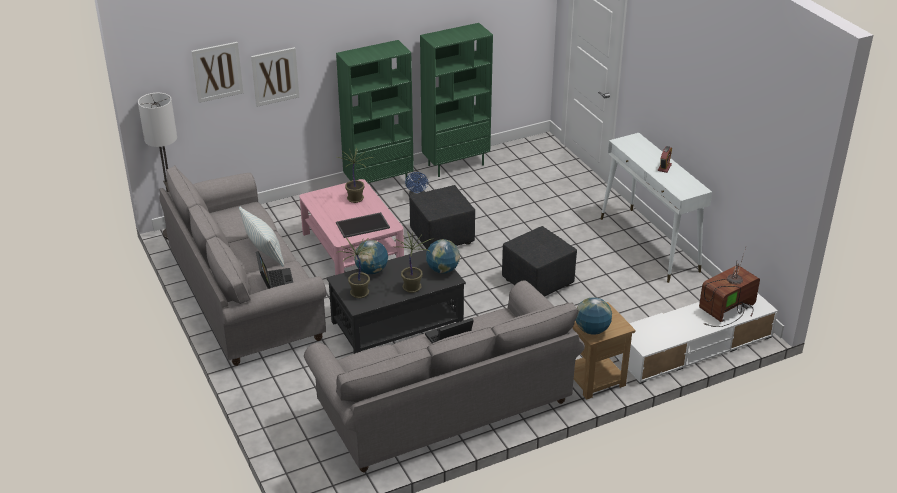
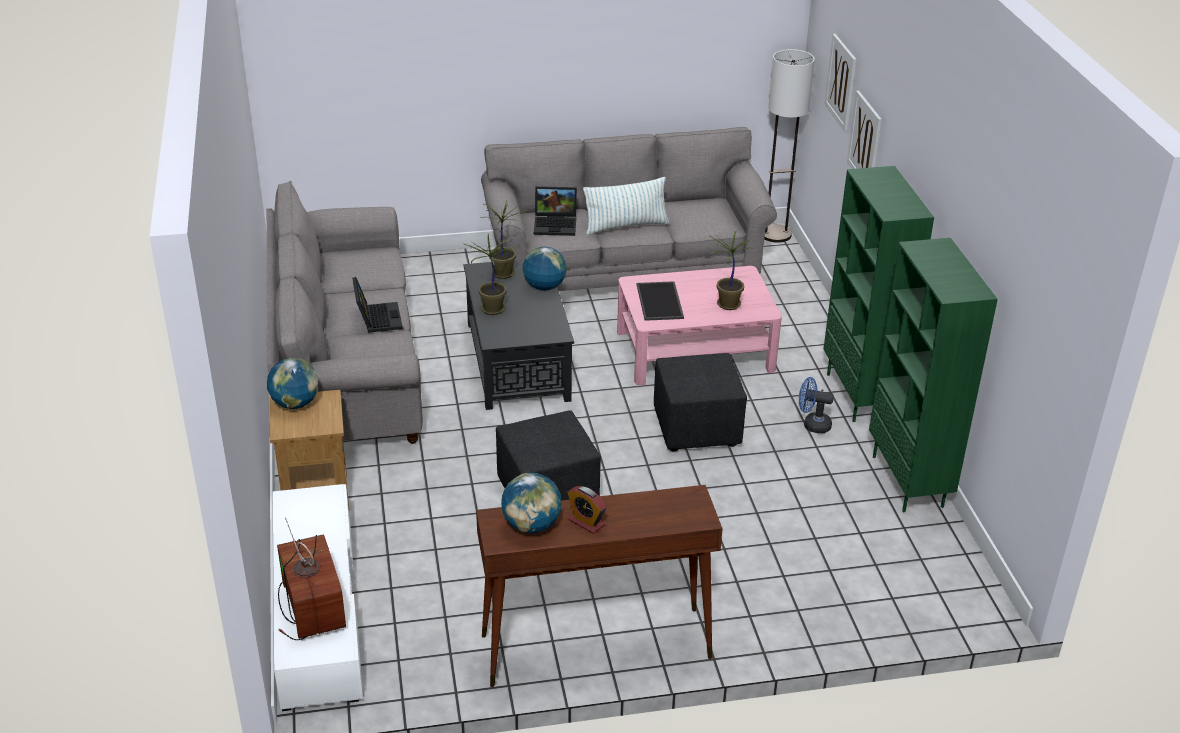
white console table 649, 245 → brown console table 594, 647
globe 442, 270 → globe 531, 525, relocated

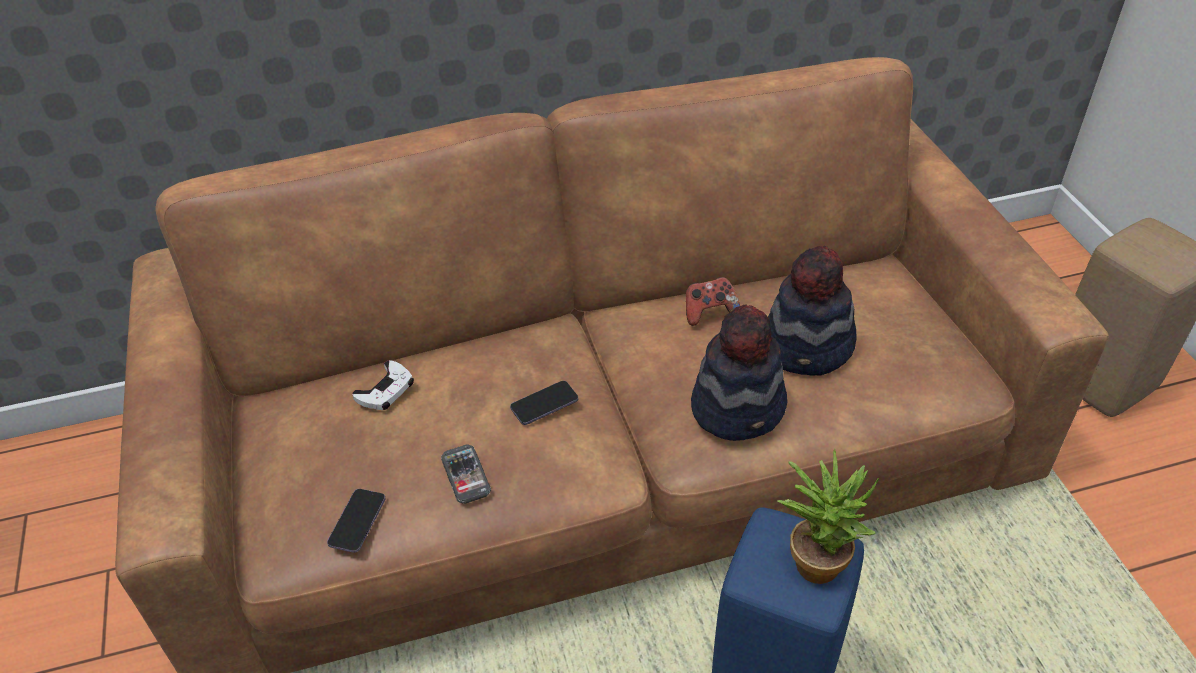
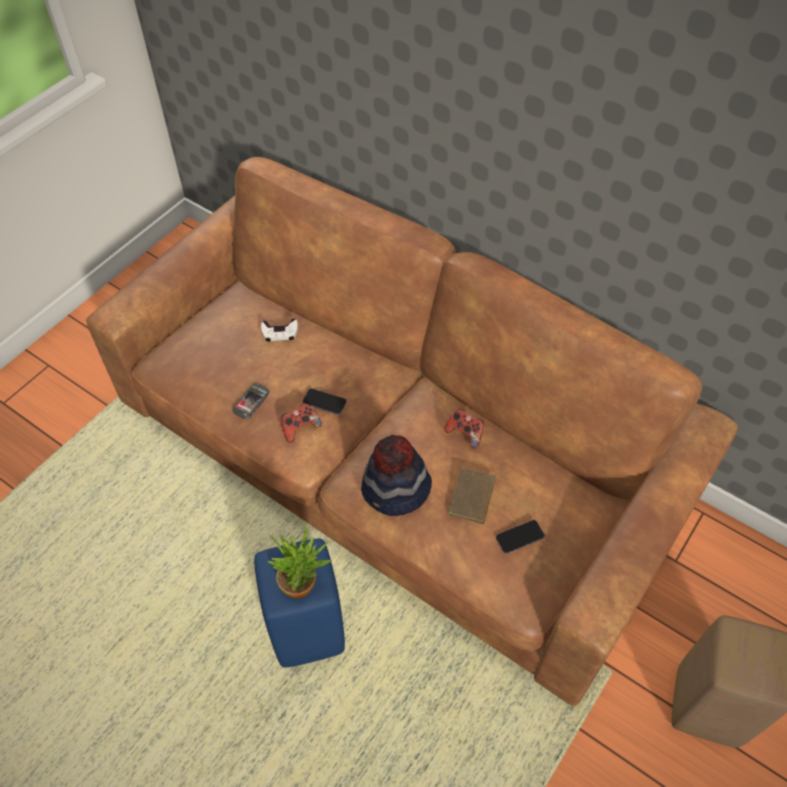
- → game controller 300, 428
hat 808, 347 → brown book 474, 497
phone 357, 521 → phone 519, 537, relocated

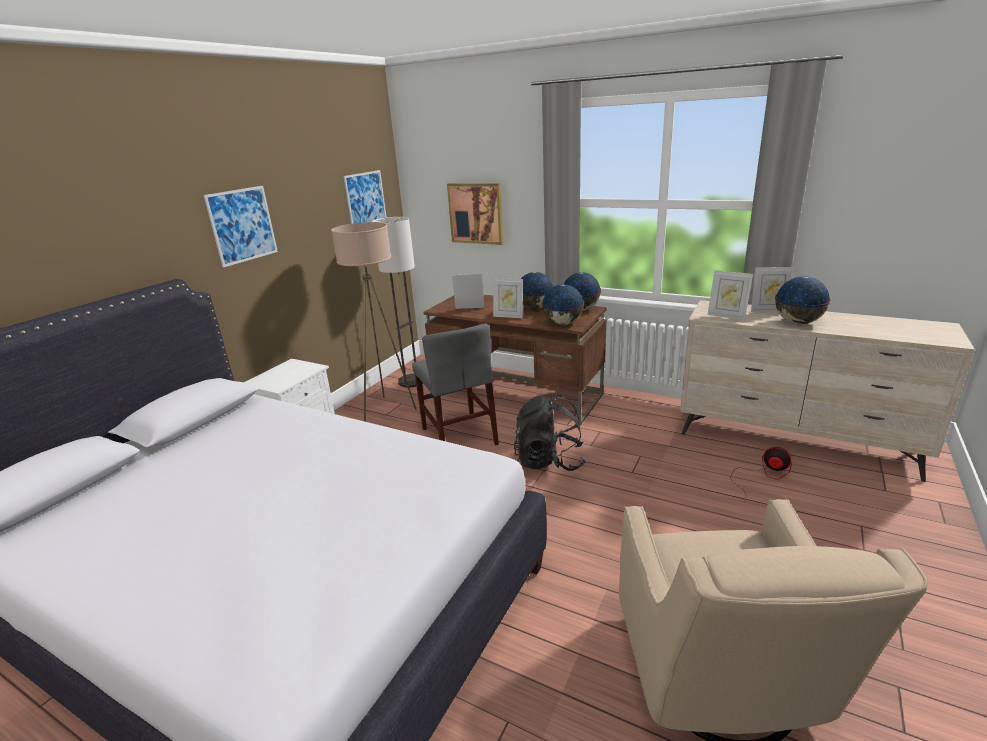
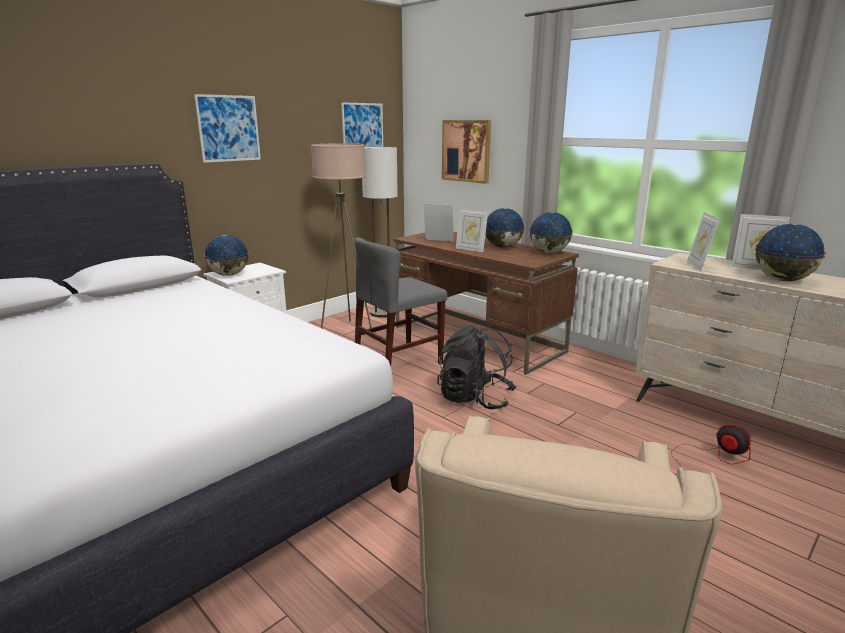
globe 562, 323 → globe 229, 275, relocated
grey chair 459, 436 → grey chair 398, 363, 60 degrees clockwise
picture frame 726, 316 → picture frame 698, 266, 45 degrees clockwise

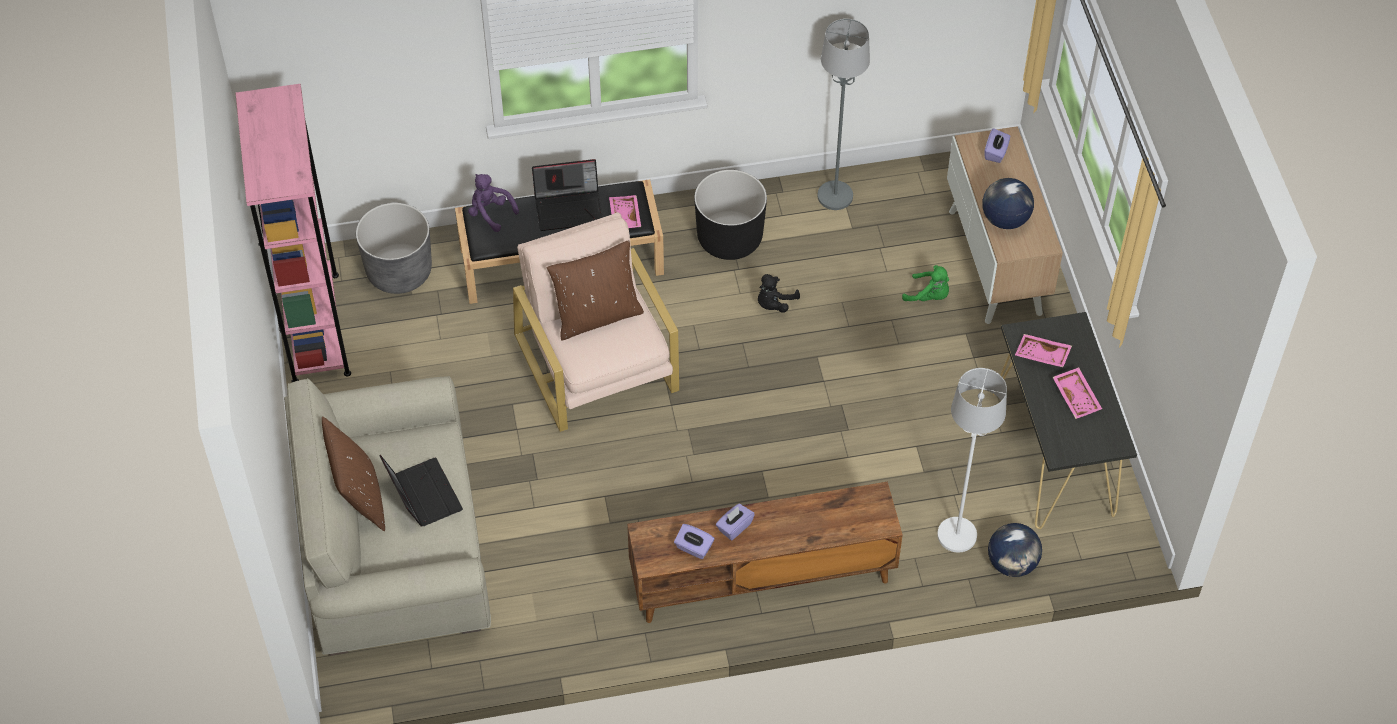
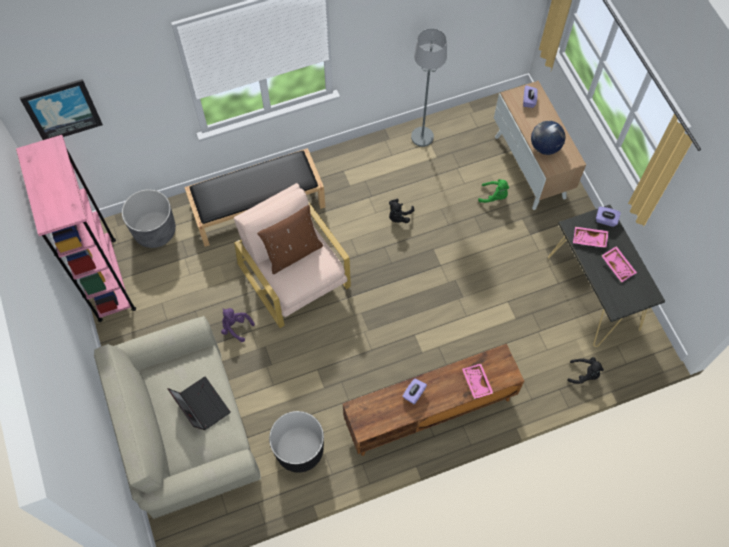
- → picture 62, 110
purple plush toy 490, 213 → purple plush toy 235, 327, relocated
black planter 729, 238 → black planter 299, 450, relocated
pink tray 624, 216 → pink tray 476, 383, relocated
globe 1012, 564 → black plush toy 584, 374
purple tissue box 693, 548 → purple tissue box 605, 220, relocated
brown pillow 359, 497 → -
laptop 569, 207 → -
white floor lamp 956, 535 → -

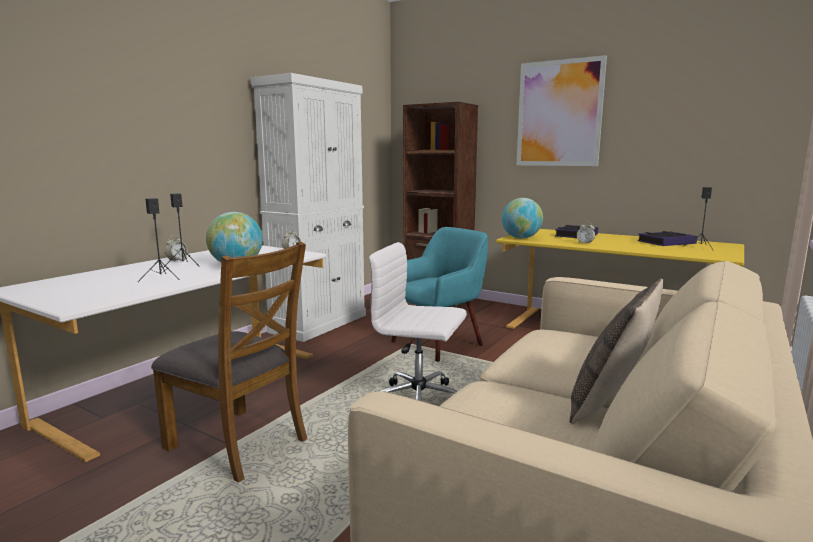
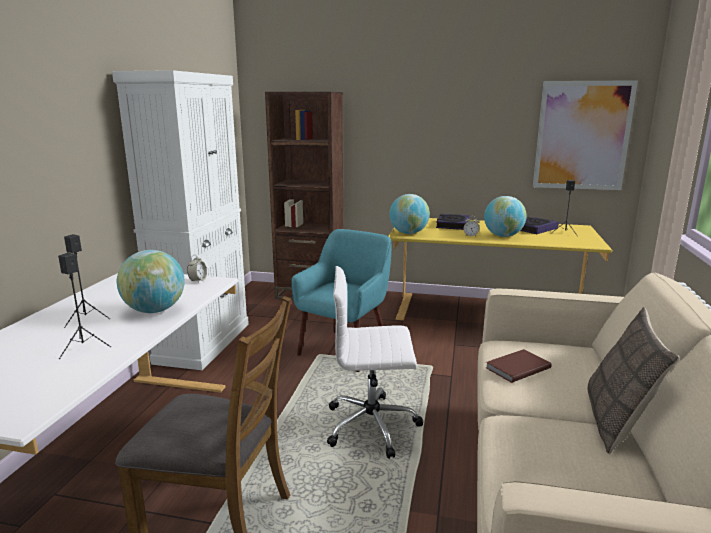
- → globe 503, 236
- → brown book 516, 367
picture 559, 113 → picture 582, 136, relocated
alarm clock 177, 260 → -

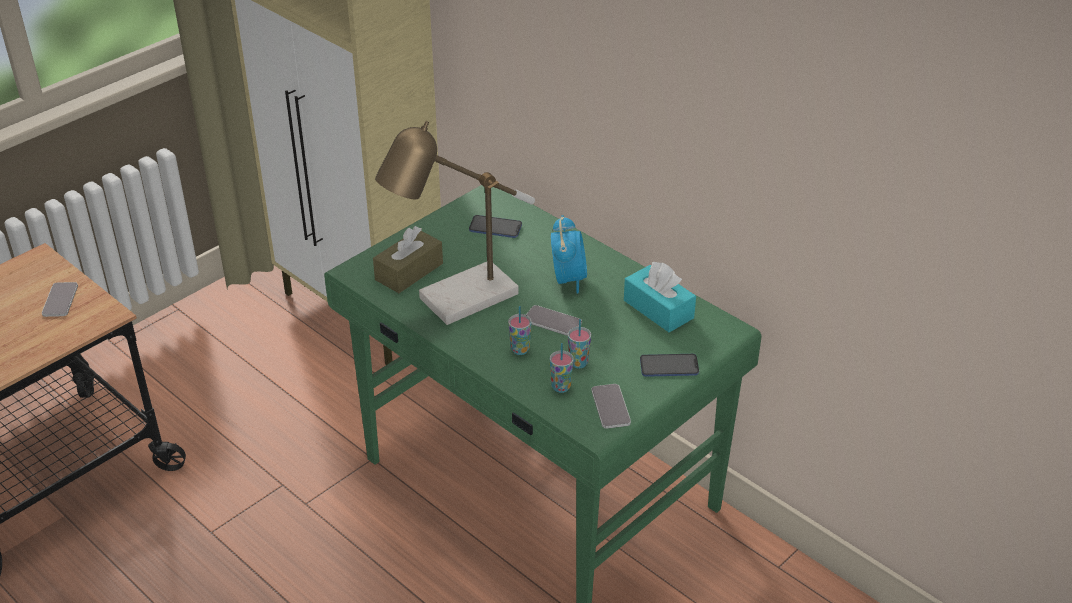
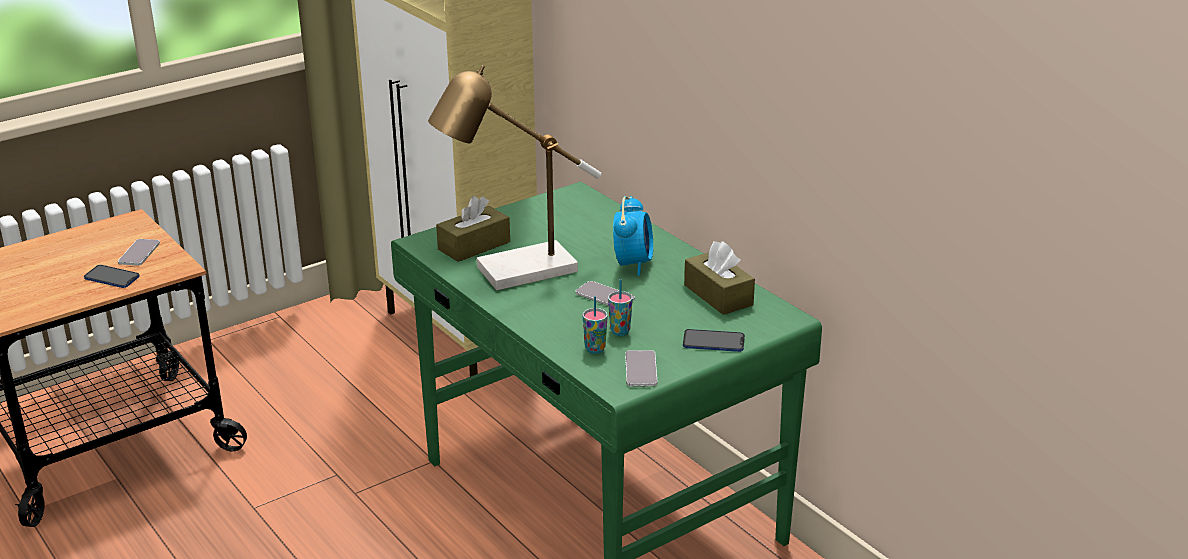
phone 495, 228 → phone 112, 278, relocated
turquoise tissue box 658, 309 → brown tissue box 718, 295
cup 520, 350 → -

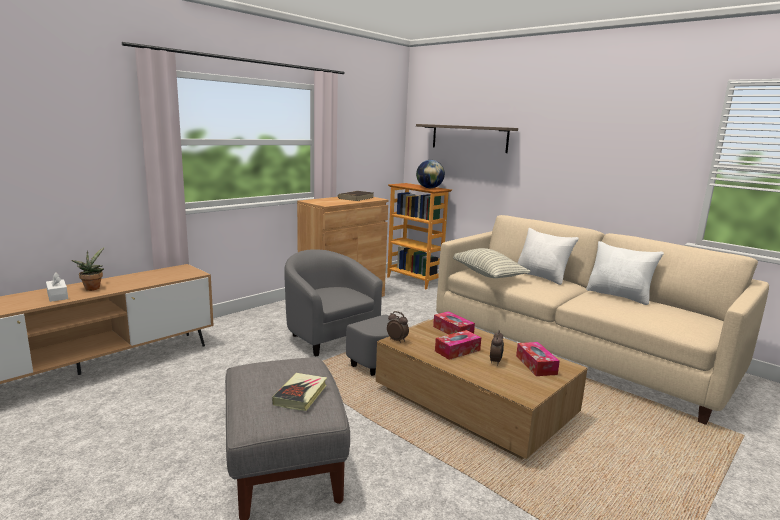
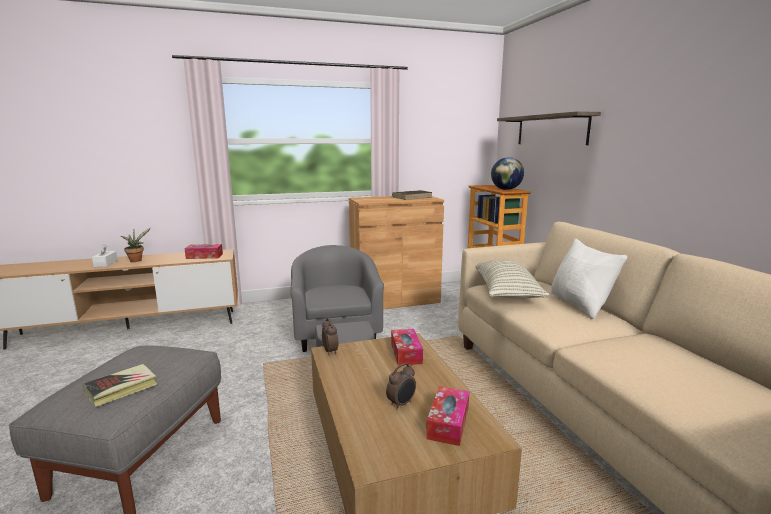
tissue box 457, 350 → tissue box 204, 256, relocated
white pillow 619, 296 → -

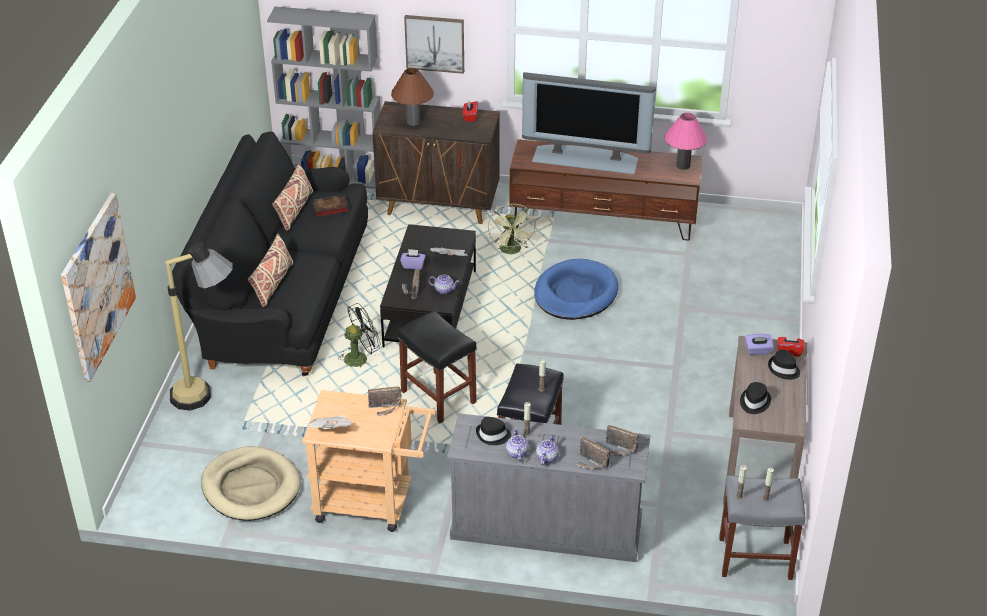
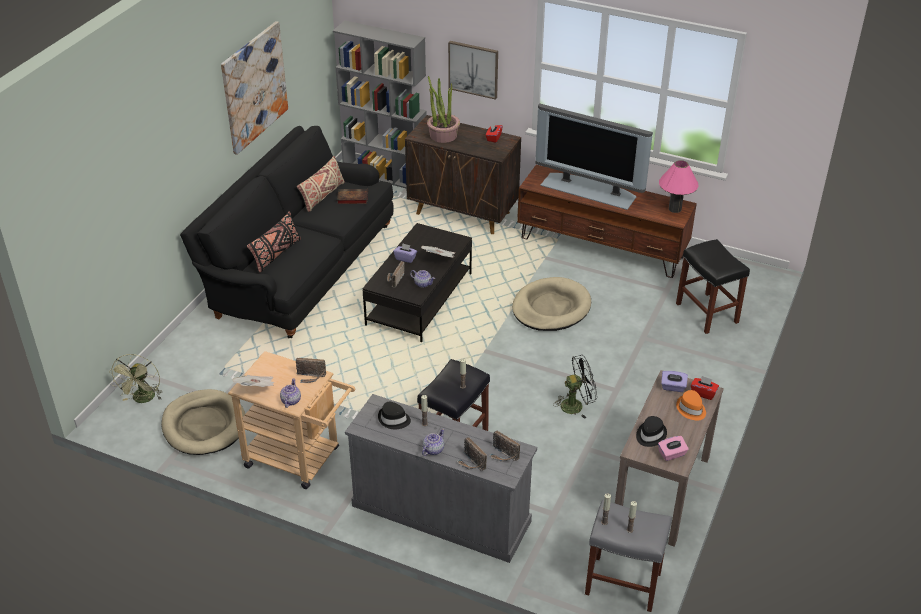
green fan 512, 251 → green fan 143, 399, relocated
picture 97, 286 → picture 254, 87, relocated
beige pillow 272, 284 → black pillow 276, 254
teapot 517, 453 → teapot 290, 401, relocated
brown table lamp 413, 121 → potted plant 443, 135
blue dog bed 575, 293 → beige dog bed 551, 308
black fan 360, 357 → black fan 576, 405, relocated
- → pink tissue box 672, 454
black stool 439, 397 → black stool 707, 313, relocated
black hat 783, 369 → orange hat 691, 409
floor lamp 209, 398 → -

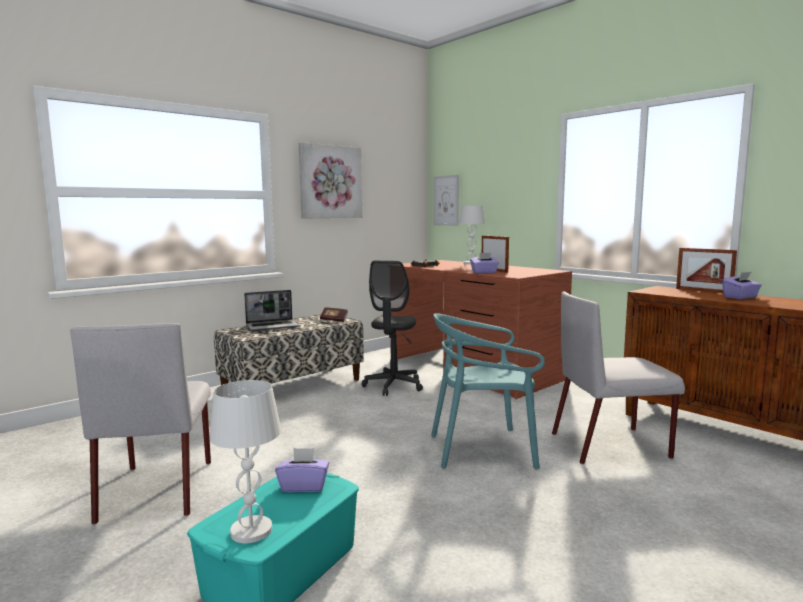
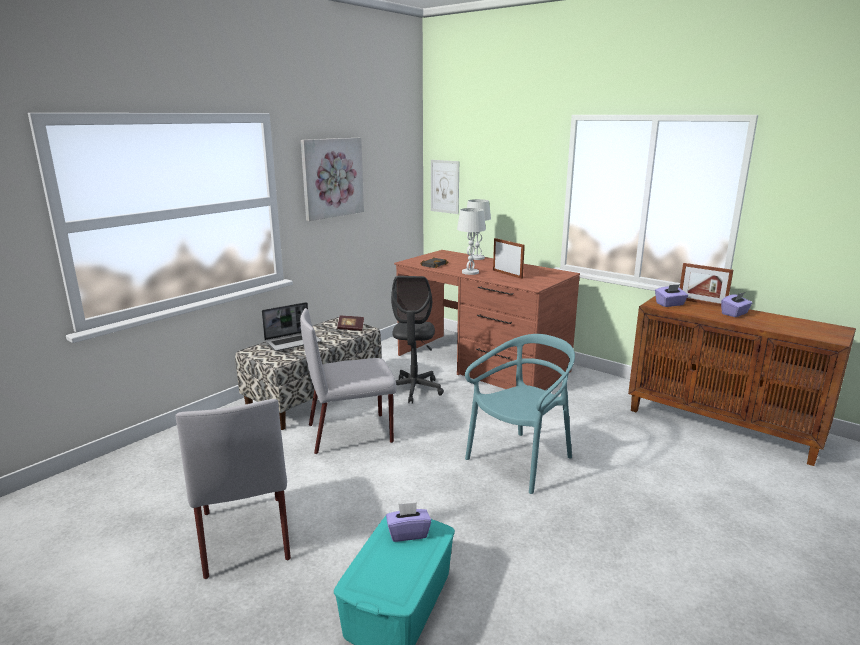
grey chair 611, 445 → grey chair 352, 433, relocated
white table lamp 251, 530 → white table lamp 470, 272, relocated
turquoise chair 482, 449 → turquoise chair 520, 461, 150 degrees clockwise
purple tissue box 484, 272 → purple tissue box 670, 304, relocated

